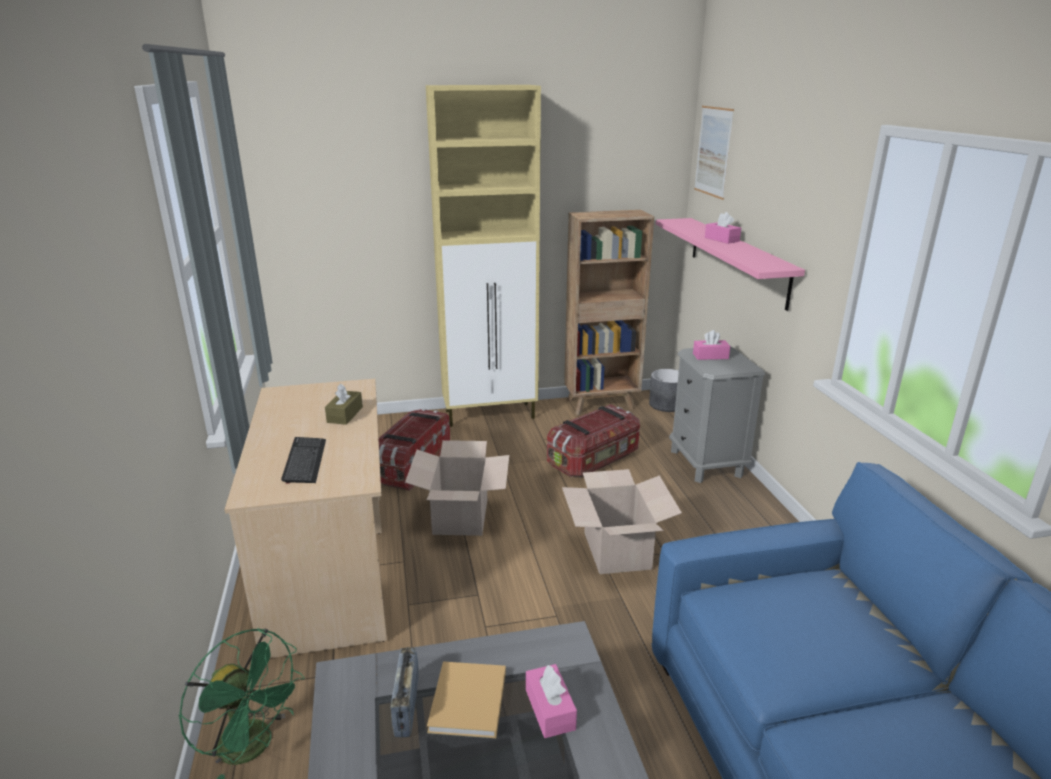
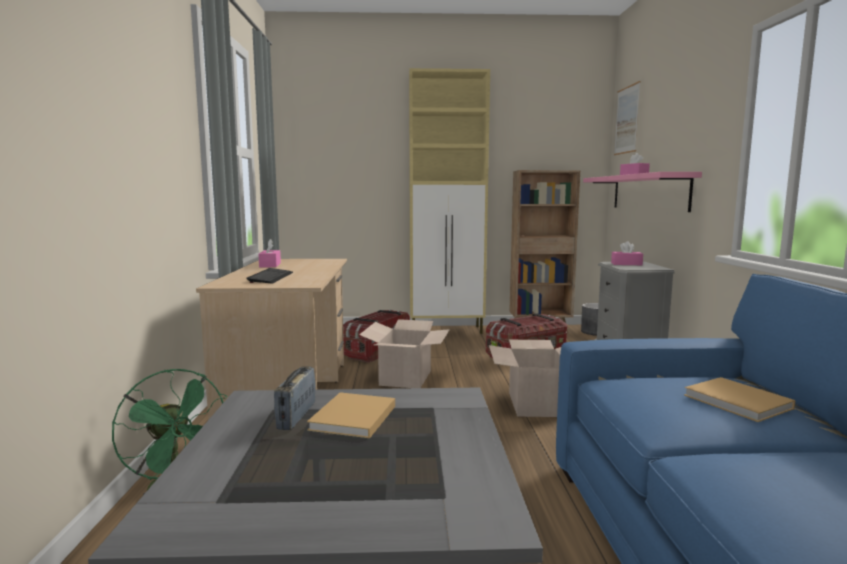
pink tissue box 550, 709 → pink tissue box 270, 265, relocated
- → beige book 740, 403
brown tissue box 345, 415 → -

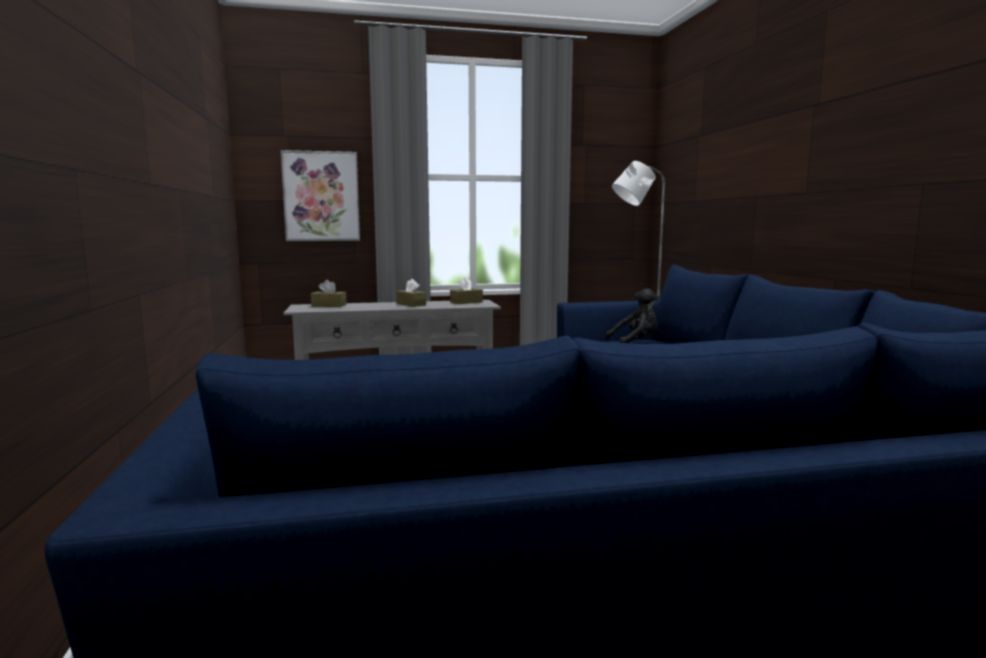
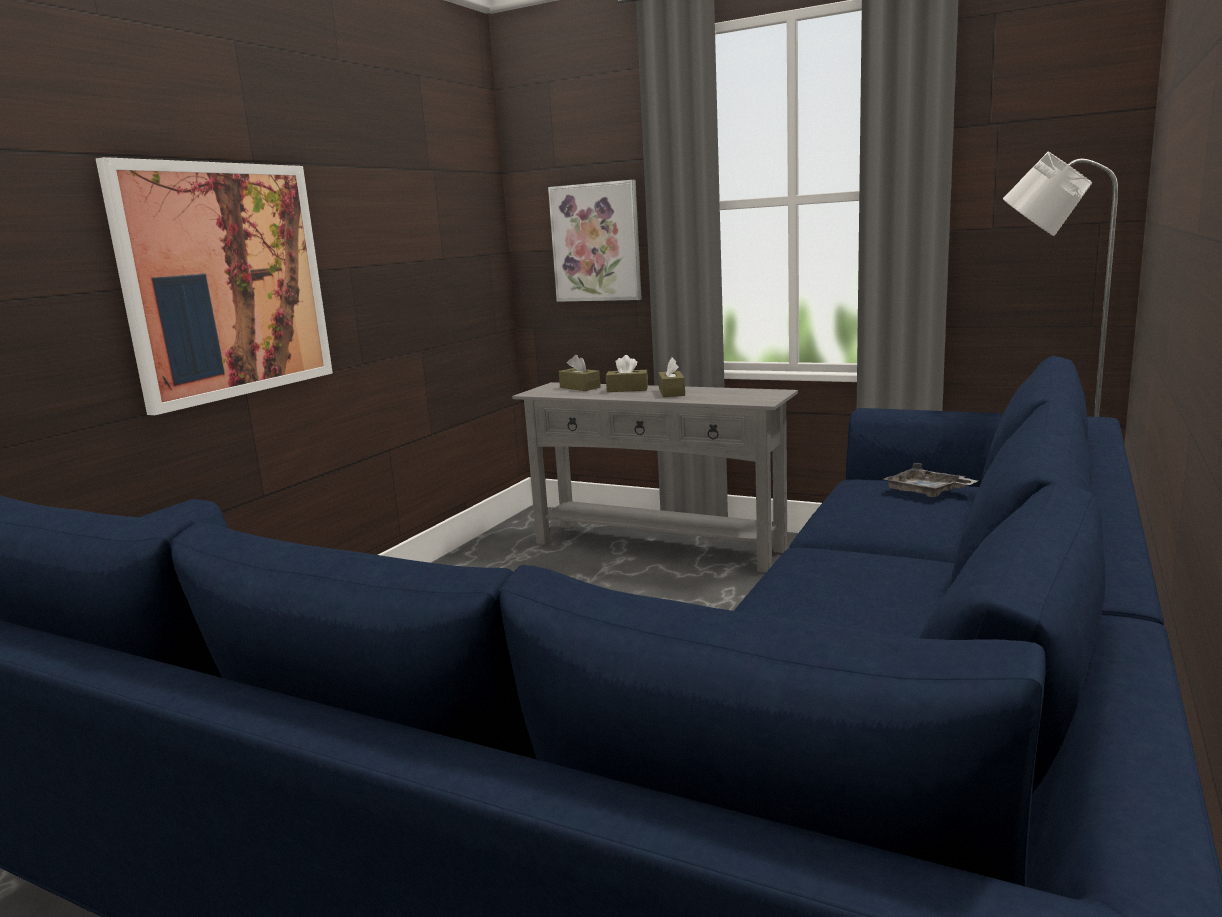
- → picture 226, 281
brown tissue box 466, 302 → brown tissue box 627, 389, relocated
black plush toy 635, 343 → grey tray 927, 492

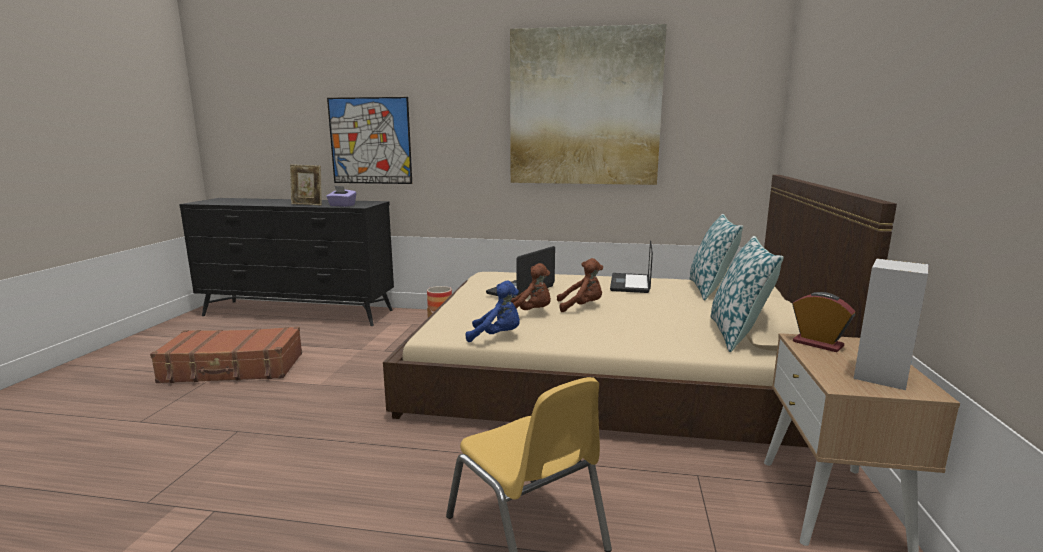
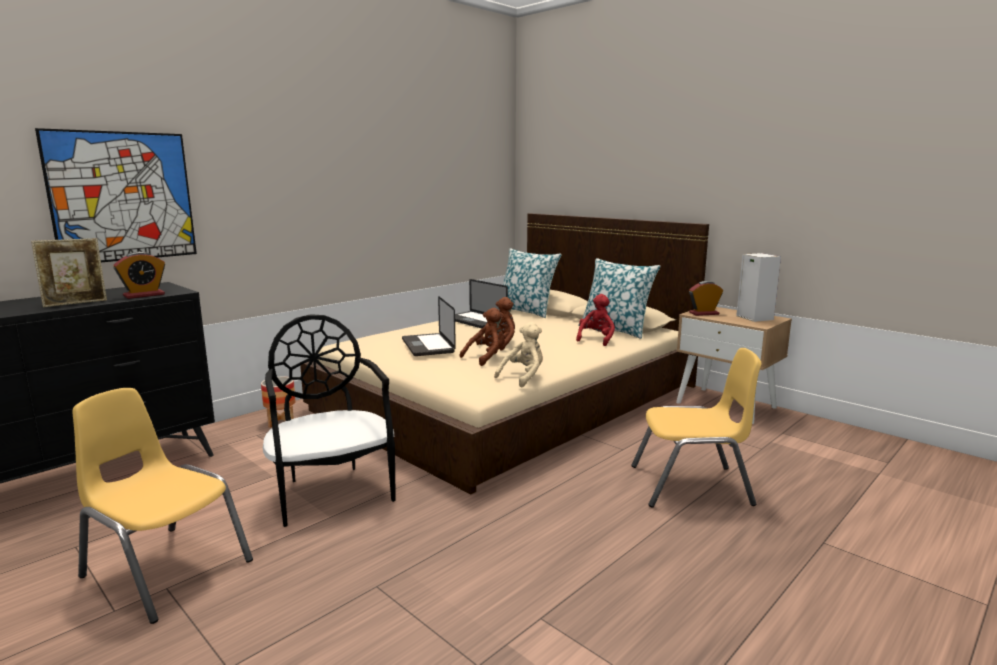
brown suitcase 233, 368 → yellow chair 166, 569
purple tissue box 342, 205 → alarm clock 144, 295
- → black chair 332, 491
blue plush toy 497, 336 → beige plush toy 523, 377
- → red plush toy 596, 339
picture 584, 108 → -

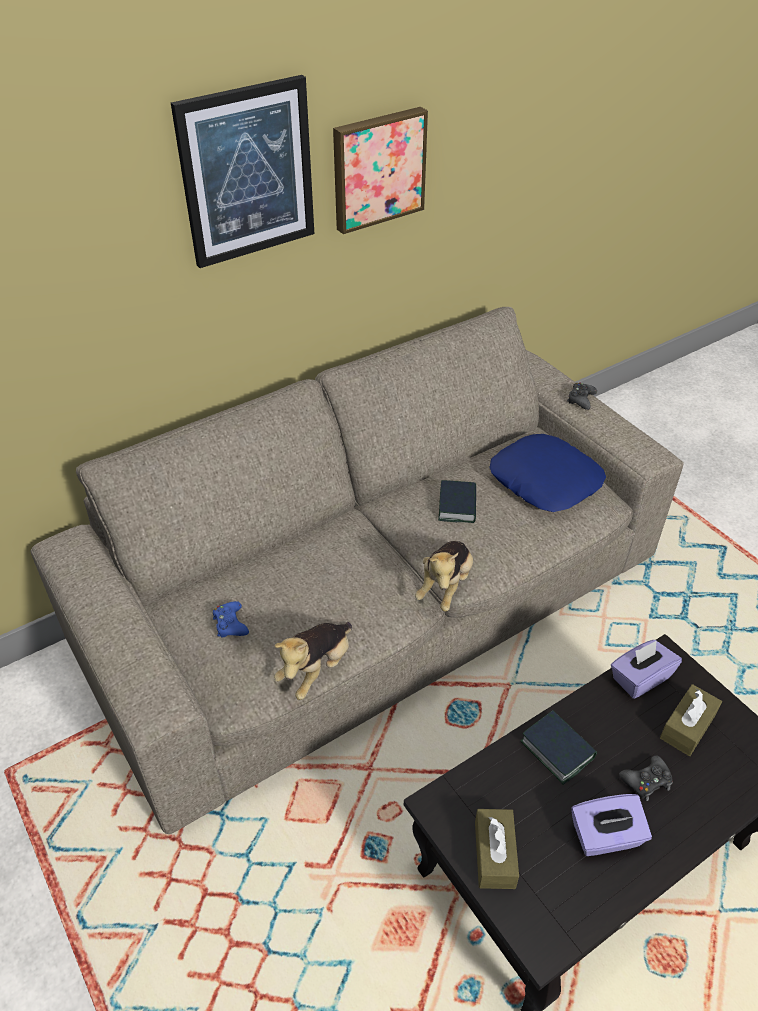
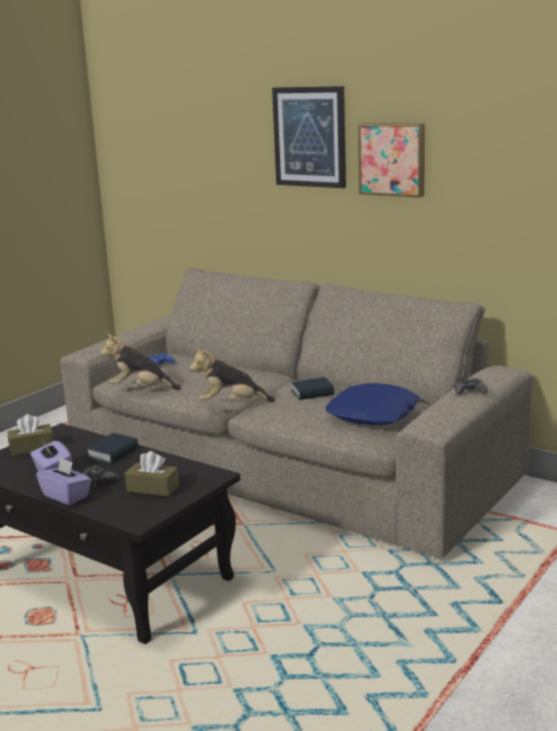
purple tissue box 640, 678 → purple tissue box 66, 496, relocated

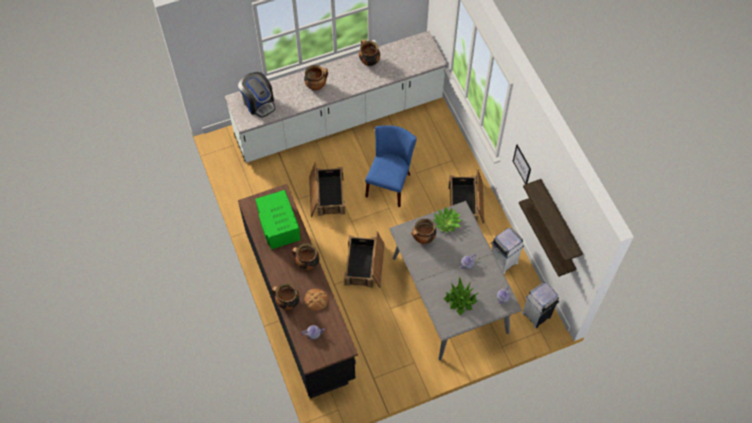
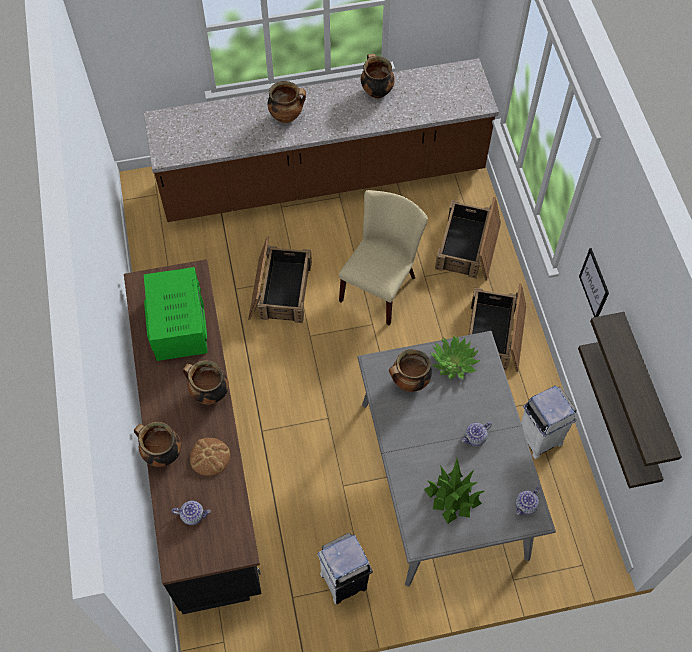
white counter 339, 119 → brown counter 323, 179
white trash can 537, 314 → white trash can 344, 580, relocated
blue chair 390, 183 → beige chair 381, 285
crate 365, 265 → crate 469, 246, relocated
coffee machine 259, 103 → -

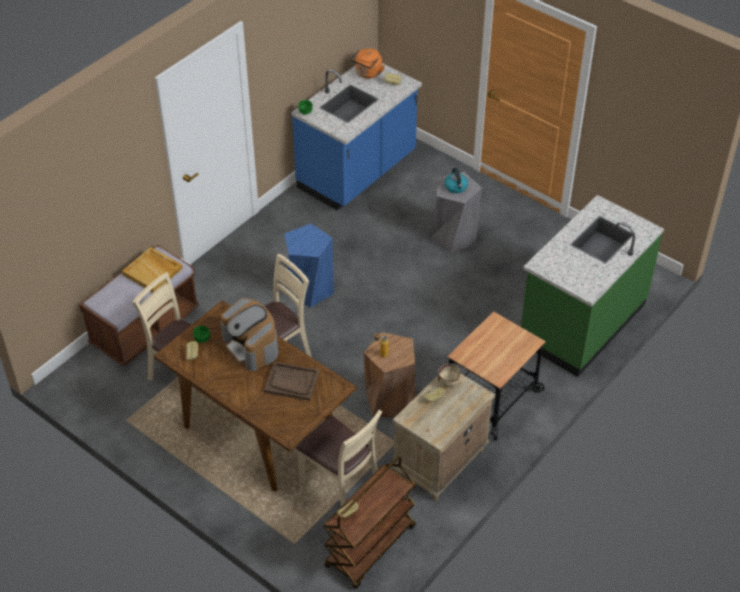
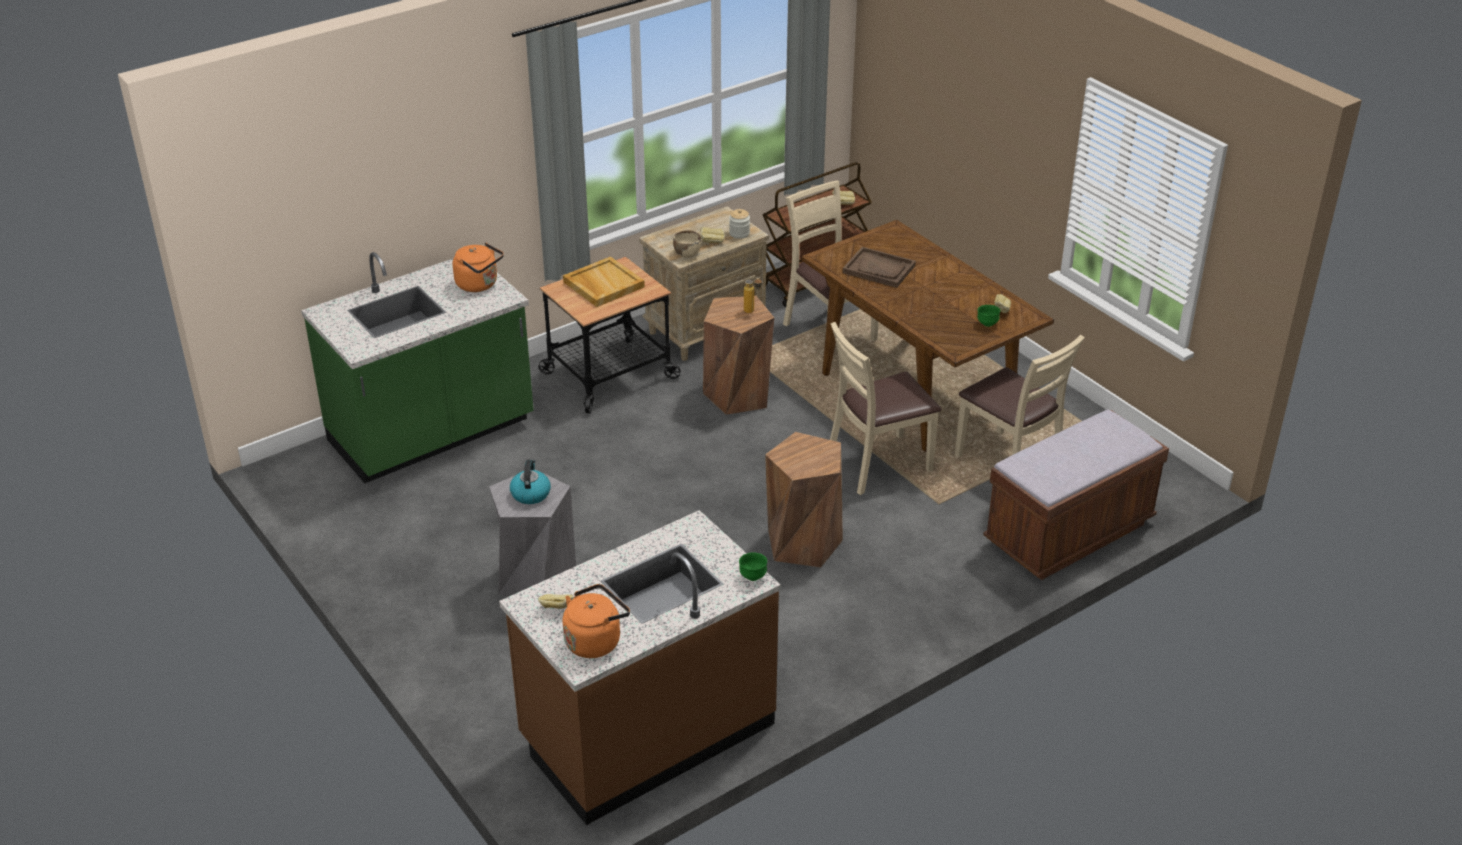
- → orange kettle 479, 284
blue counter 358, 172 → brown counter 646, 732
beige tray 153, 271 → beige tray 603, 284, relocated
- → jar 739, 233
blue stool 309, 289 → brown stool 803, 542
coffee machine 252, 346 → -

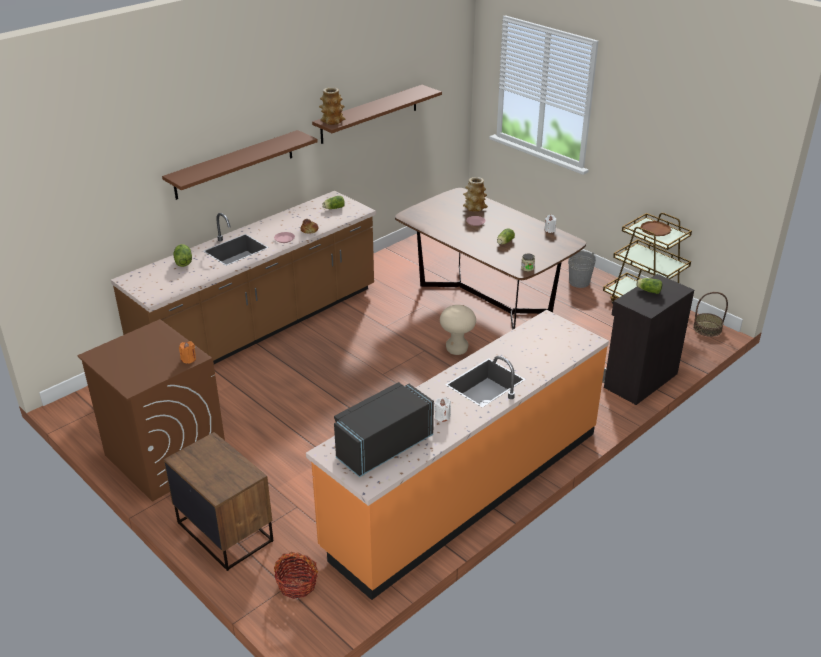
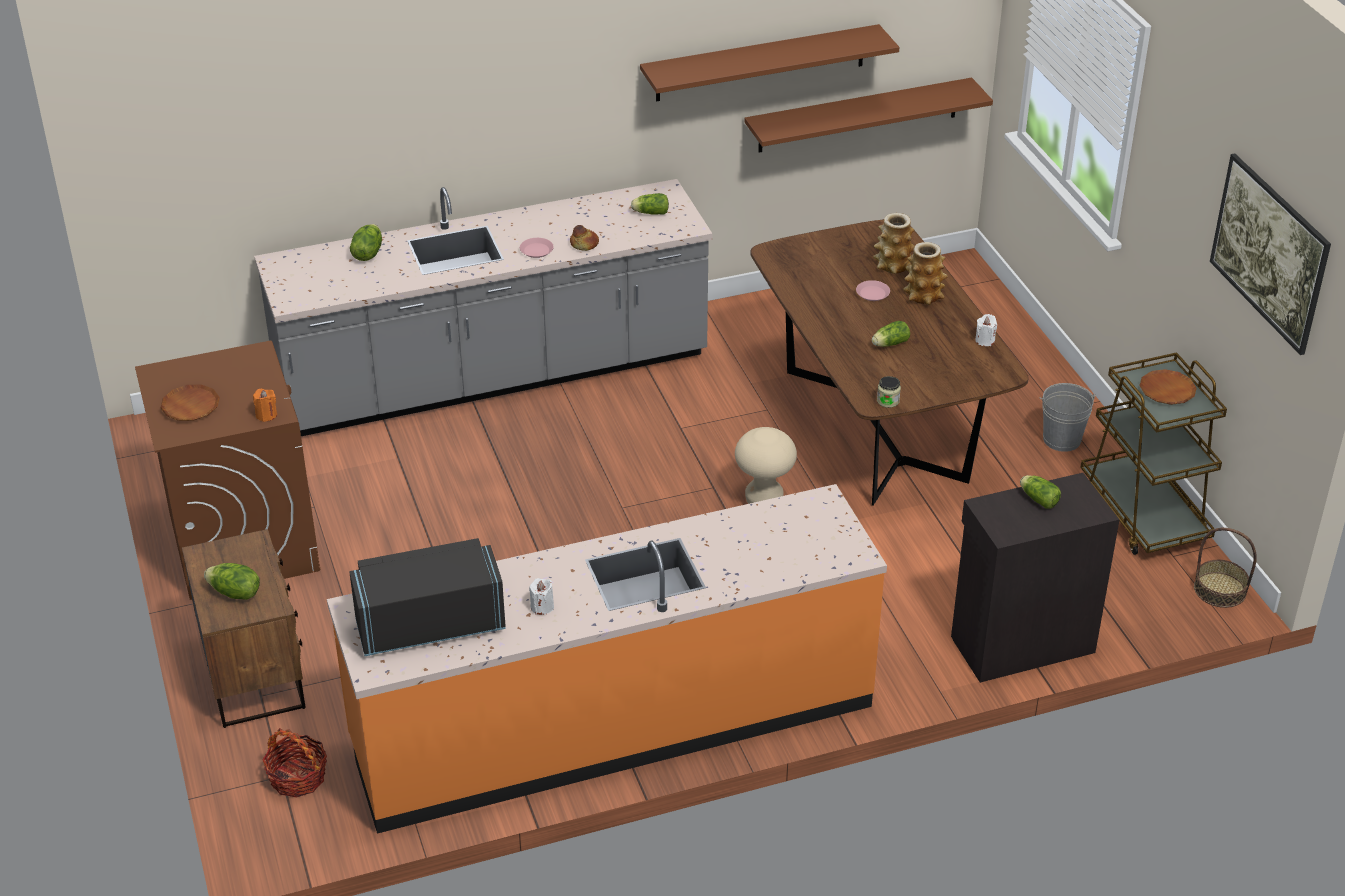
- → brown plate 191, 406
- → lettuce 235, 593
brown counter 260, 328 → grey counter 494, 378
brown shelf 234, 164 → brown shelf 858, 115, relocated
vase 332, 121 → vase 923, 295, relocated
- → picture 1263, 279

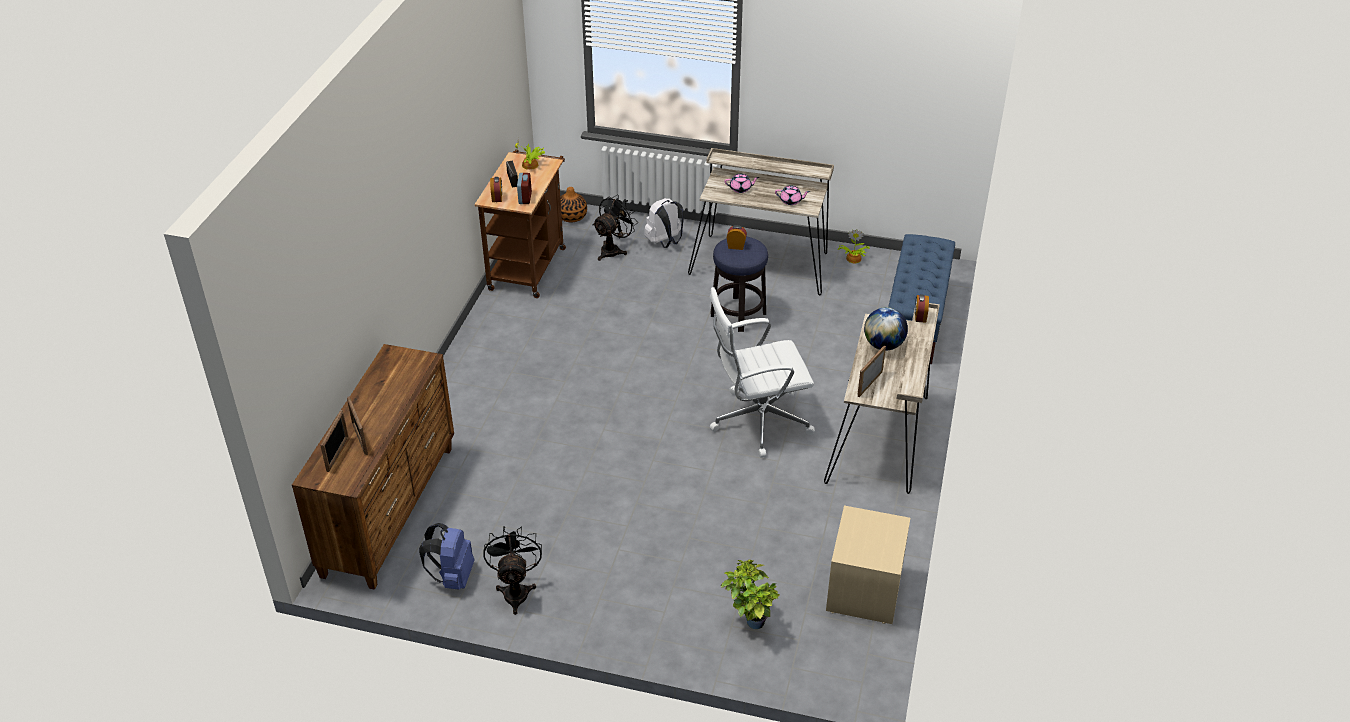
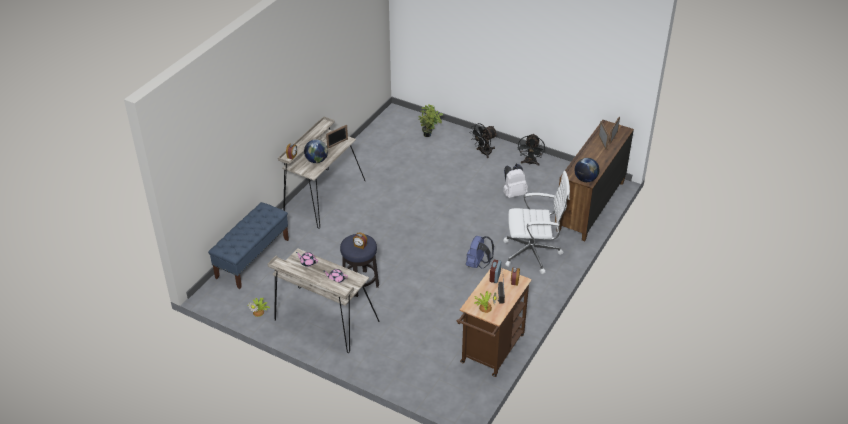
blue backpack 452, 577 → blue backpack 478, 264, relocated
black fan 613, 250 → black fan 483, 153, relocated
white backpack 665, 242 → white backpack 513, 193, relocated
white office chair 757, 421 → white office chair 533, 253, relocated
- → globe 585, 179
vase 571, 217 → -
beige nightstand 865, 590 → -

